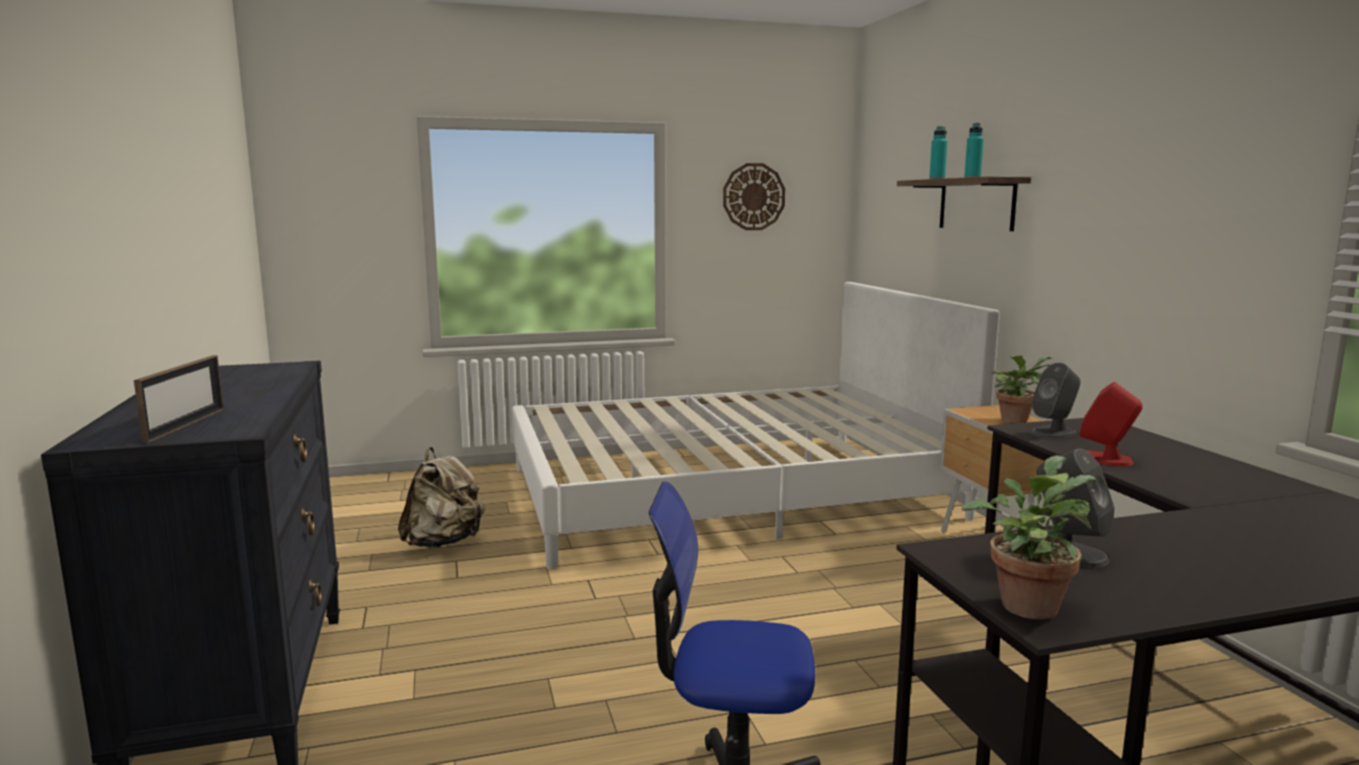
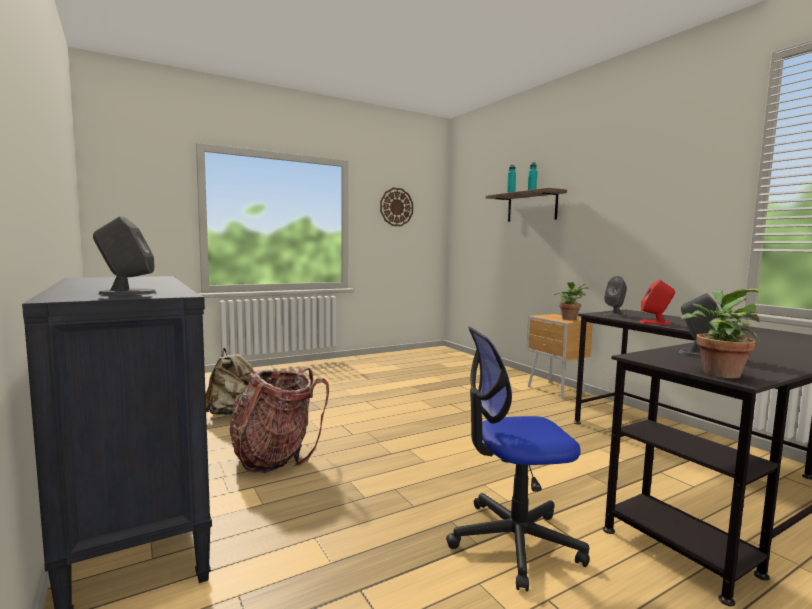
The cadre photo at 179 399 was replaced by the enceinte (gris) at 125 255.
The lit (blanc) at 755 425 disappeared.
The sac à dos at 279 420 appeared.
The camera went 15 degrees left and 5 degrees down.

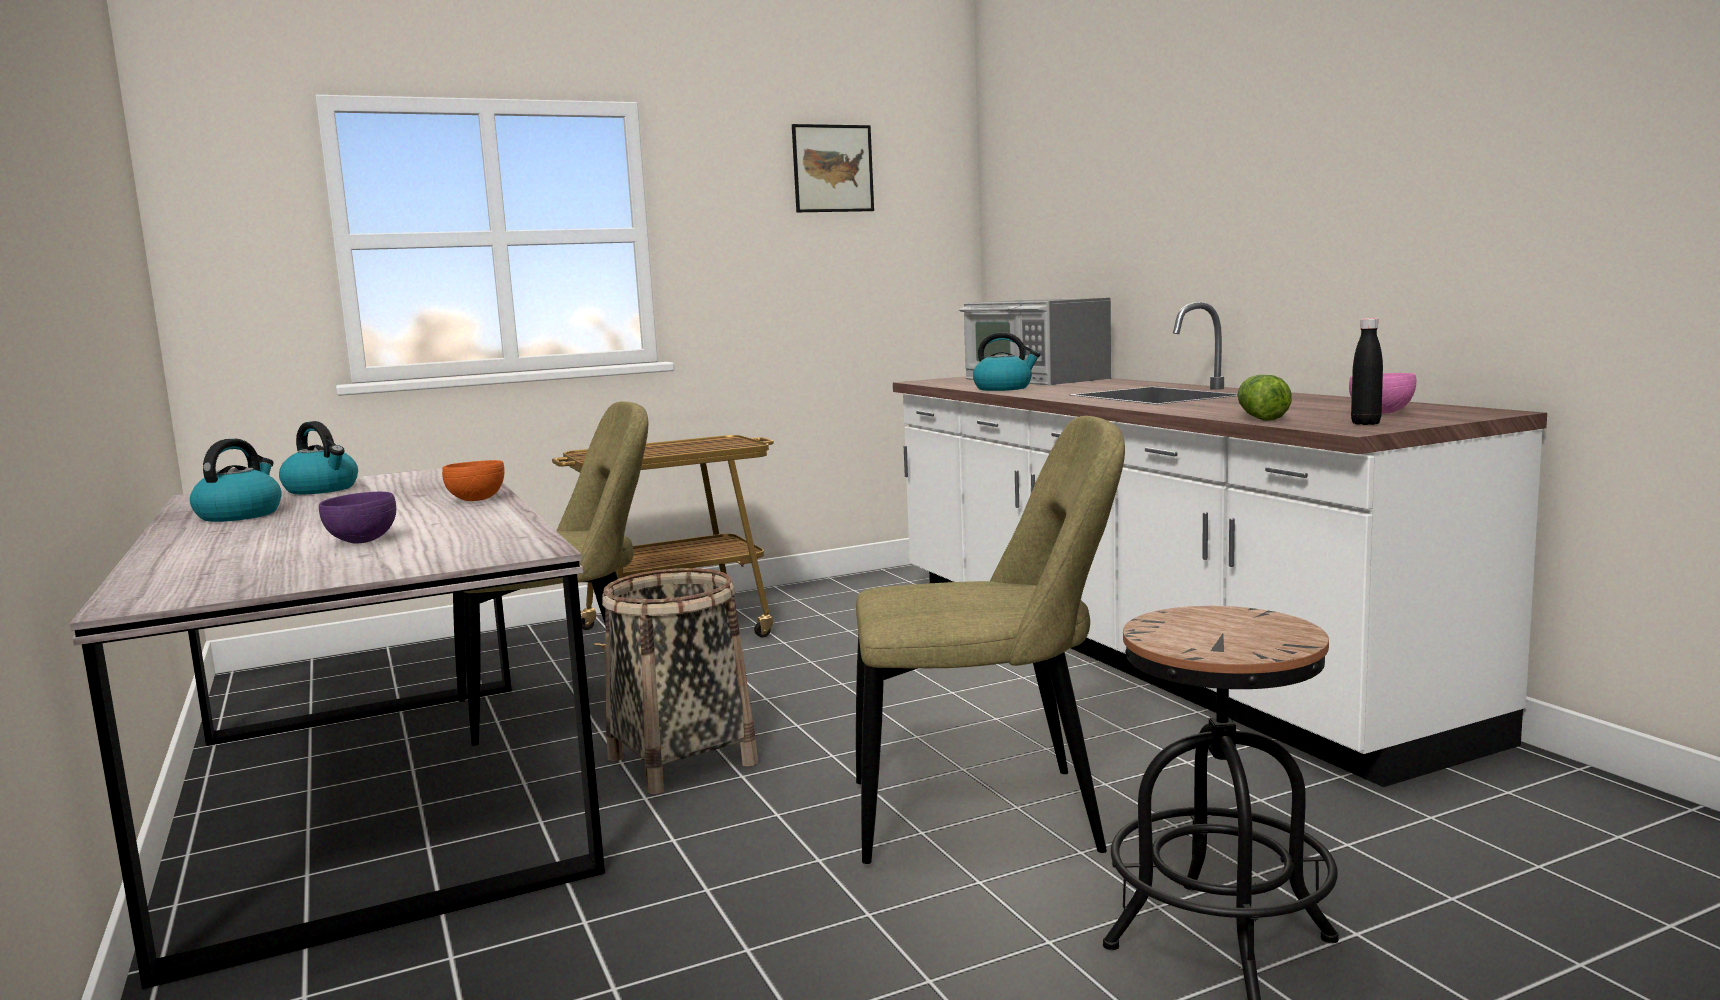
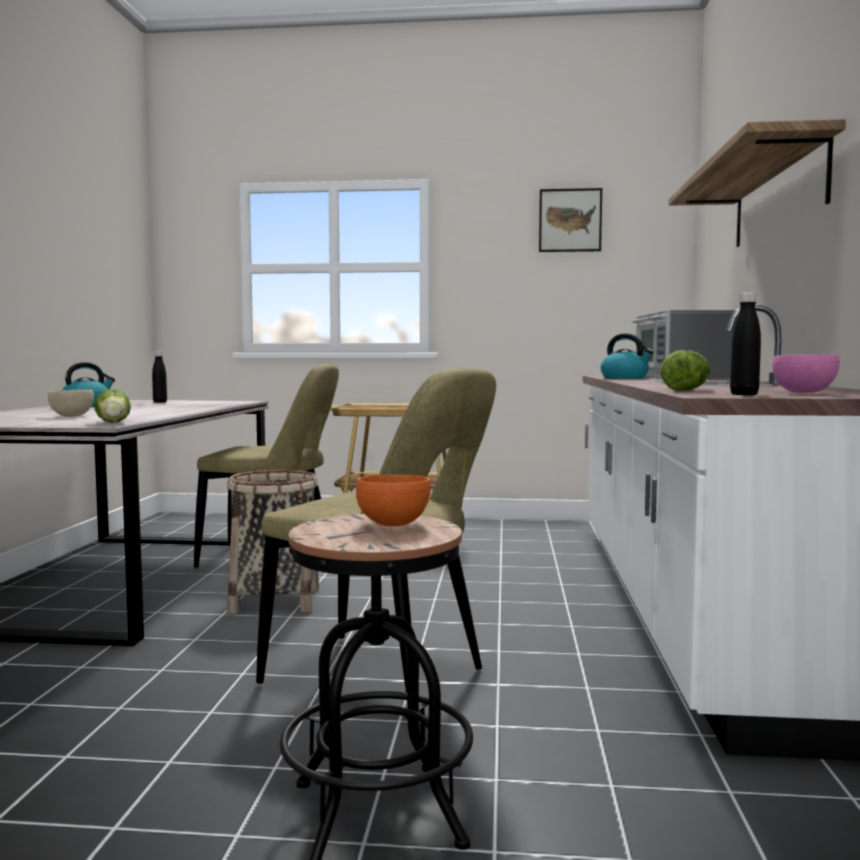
The bouilloire at 318 457 was replaced by the bouteille (noir) at 159 377.
The bol (violet) at 357 518 became the bol (beige) at 71 403.
The bol (orange) moved from 473 480 to 393 500.
The laitue at 112 406 appeared.
The étagère at 757 183 appeared.
The camera went 30 degrees right and 5 degrees down.

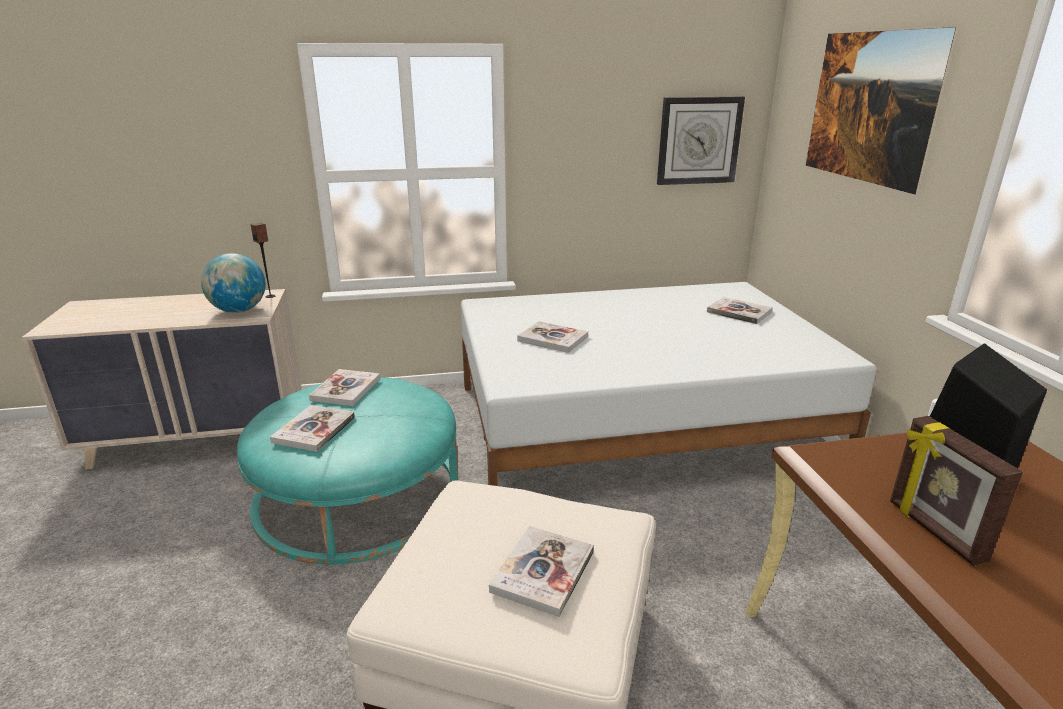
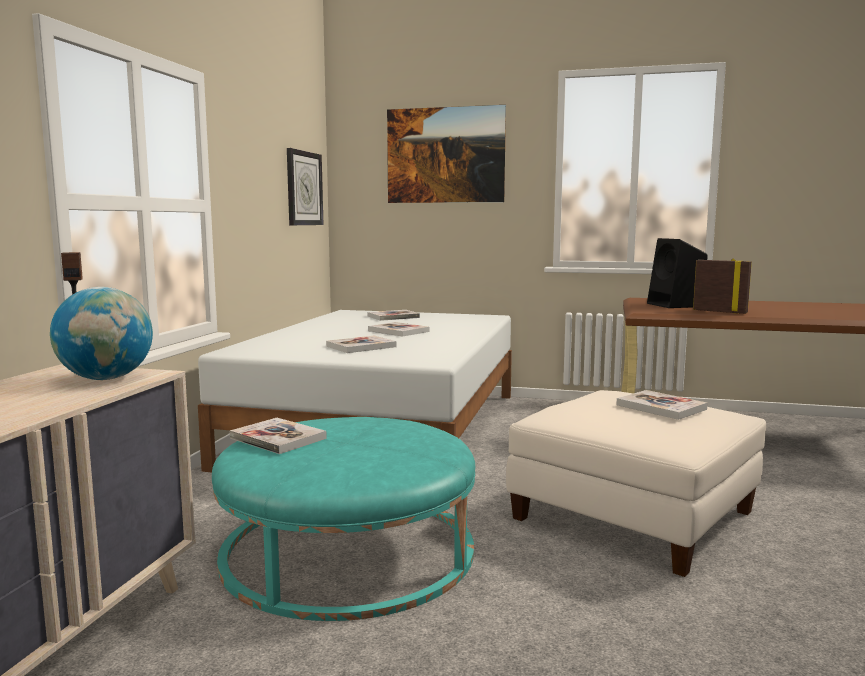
The livre moved from 312 428 to 399 329.
The cadre photo at 956 491 turned 150 degrees counterclockwise.
The camera went 65 degrees left and 15 degrees down.

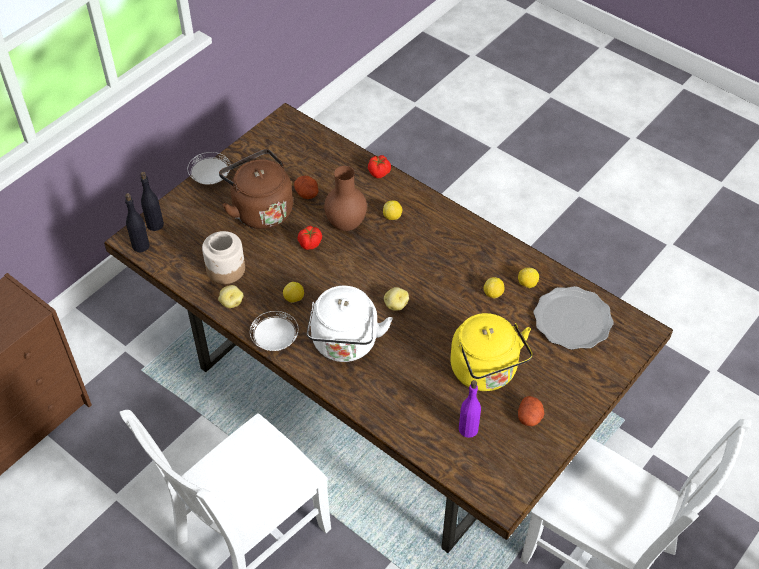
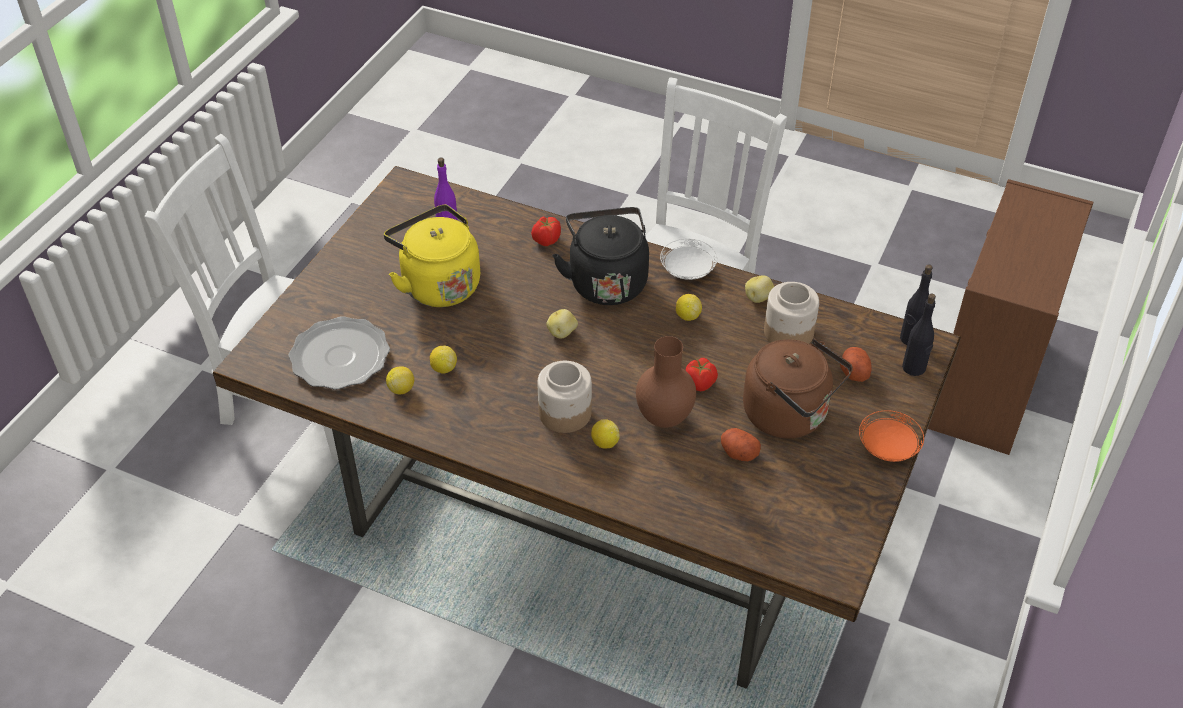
The assiette (blanc) at 209 168 became the assiette (orange) at 891 436.
The bouilloire (blanc) at 350 324 became the bouilloire (noir) at 601 256.
The tomate moved from 379 166 to 546 231.
The pomme de terre moved from 531 411 to 855 364.
The bocal at 564 397 appeared.
The camera went 165 degrees right and 5 degrees down.

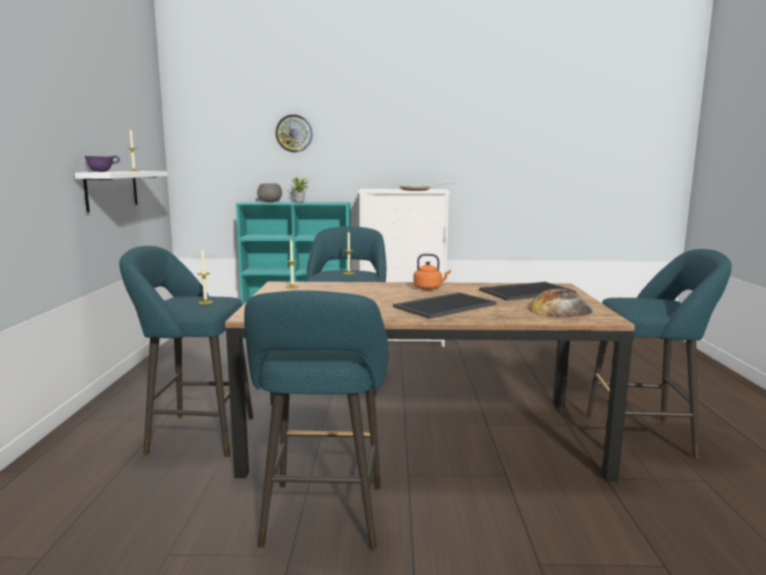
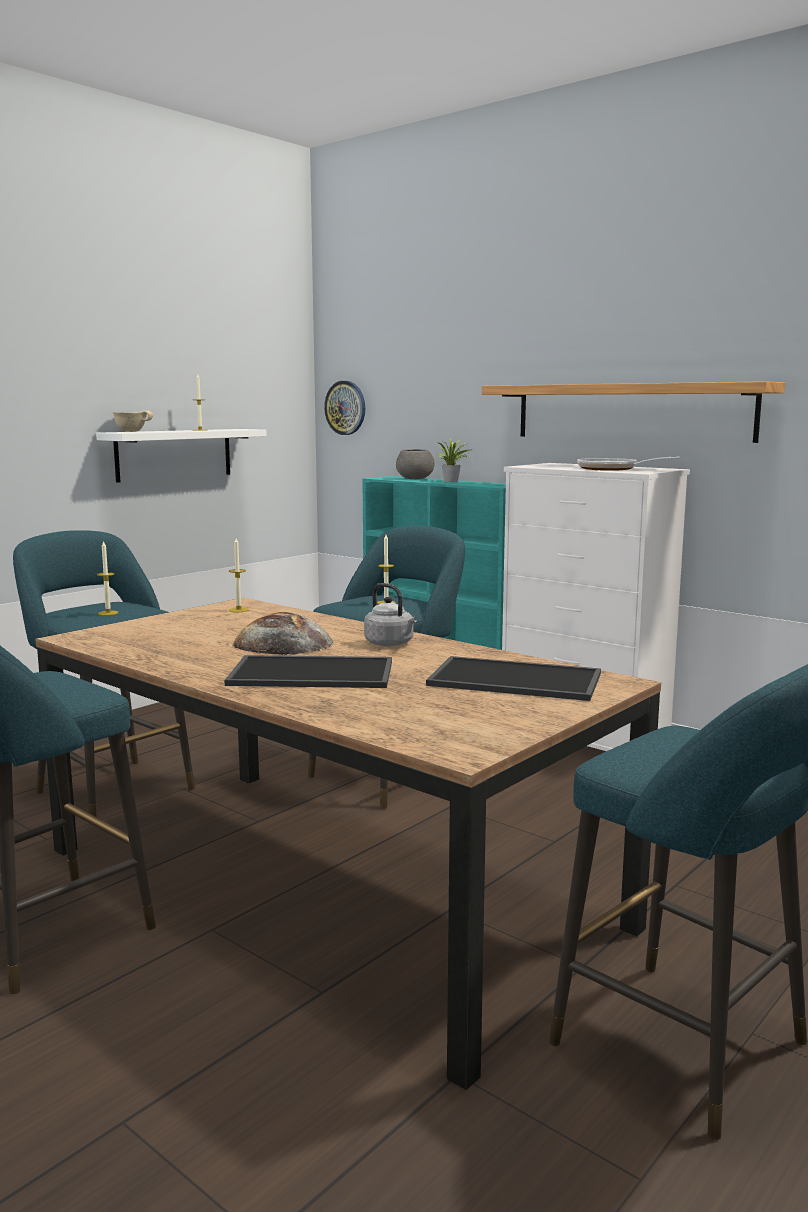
The bol (violet) at 102 163 became the bol (beige) at 133 421.
The horloge murale moved from 293 133 to 344 408.
The bouilloire (orange) at 432 272 became the bouilloire (gris) at 390 614.
The pain moved from 559 303 to 283 633.
The étagère at 633 412 appeared.
The camera went 40 degrees right and 0 degrees up.

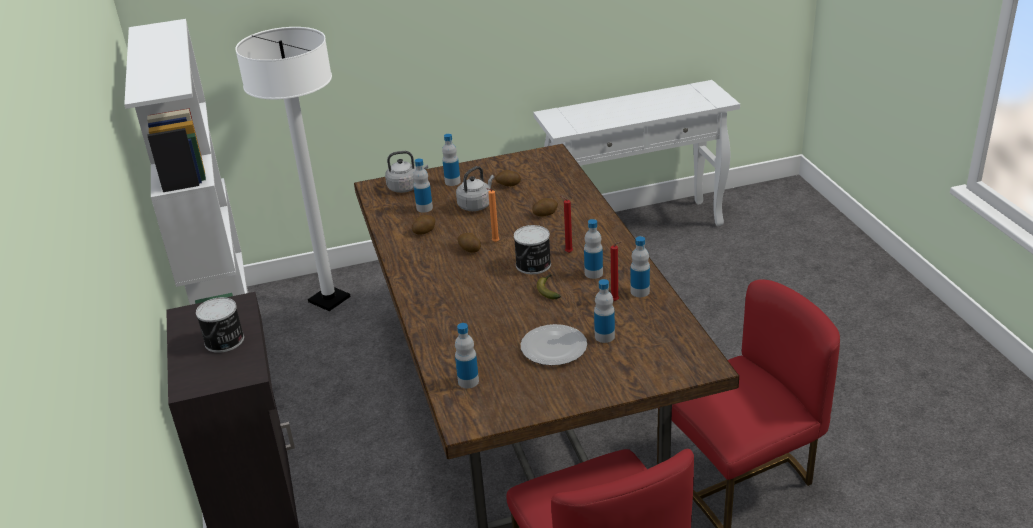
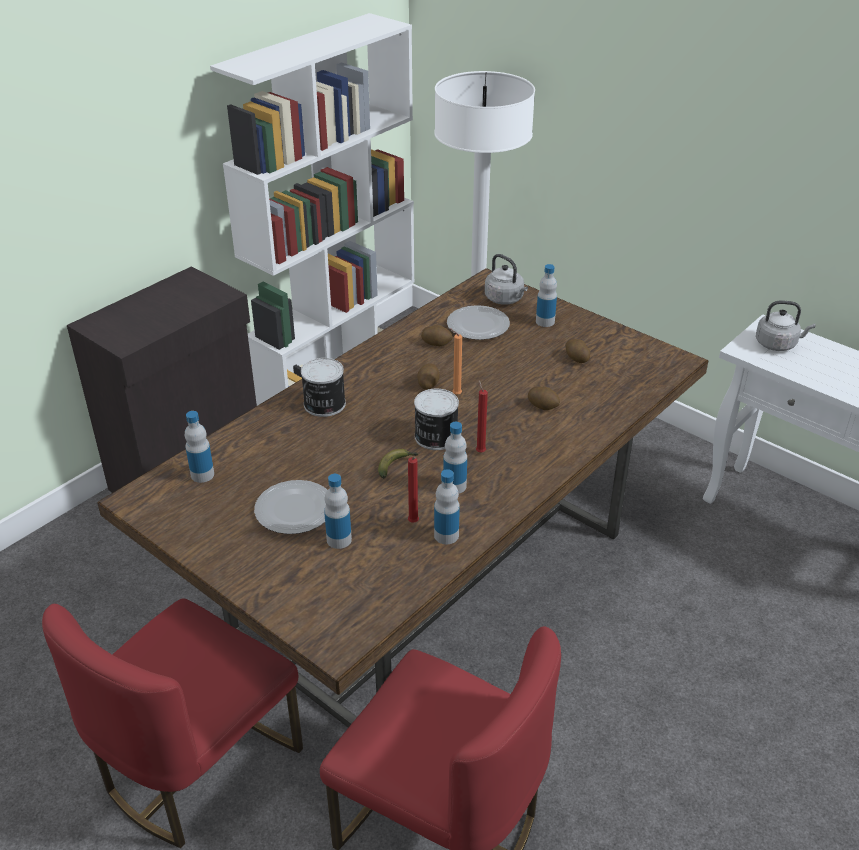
The boîte métallique moved from 220 325 to 323 387.
The bouteille at 423 185 was replaced by the assiette at 478 322.
The bouilloire (gris) moved from 475 188 to 786 326.
The camera went 55 degrees right and 5 degrees up.

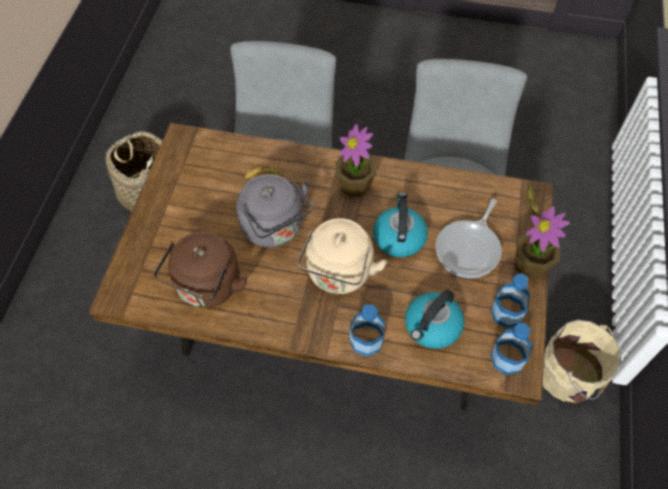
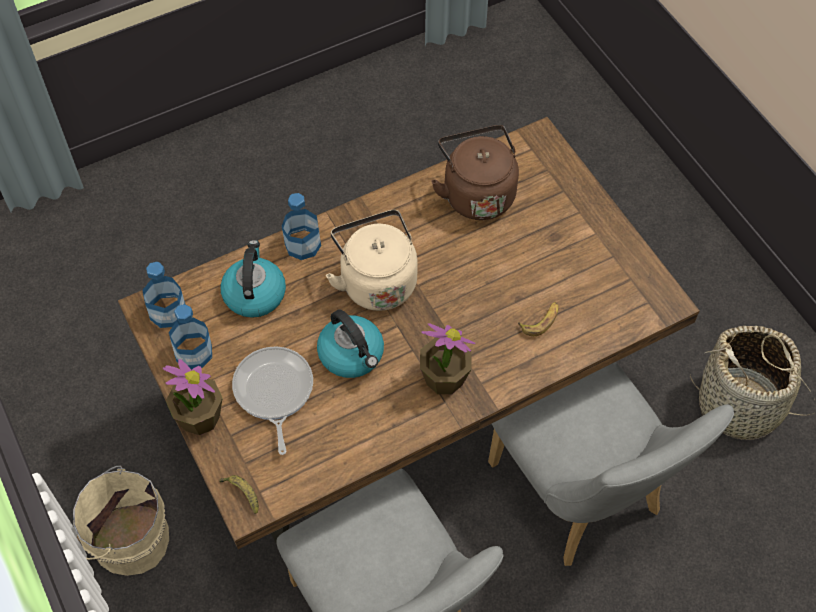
The bouilloire (gris) at 274 211 disappeared.
The camera went 140 degrees right and 0 degrees up.

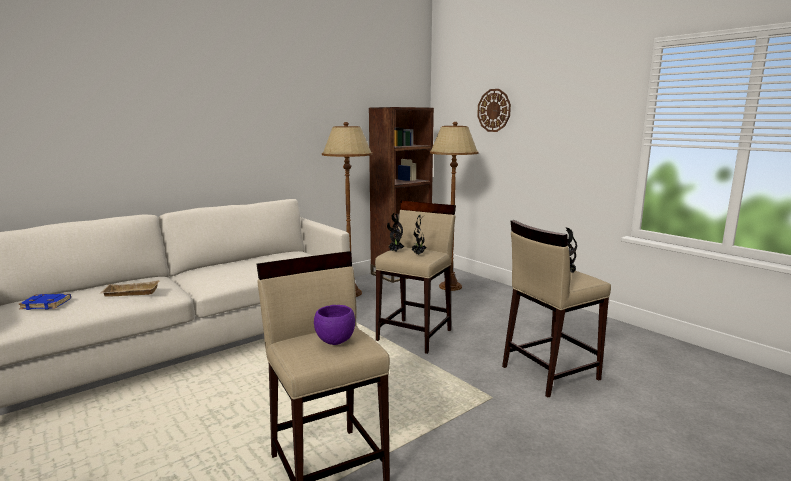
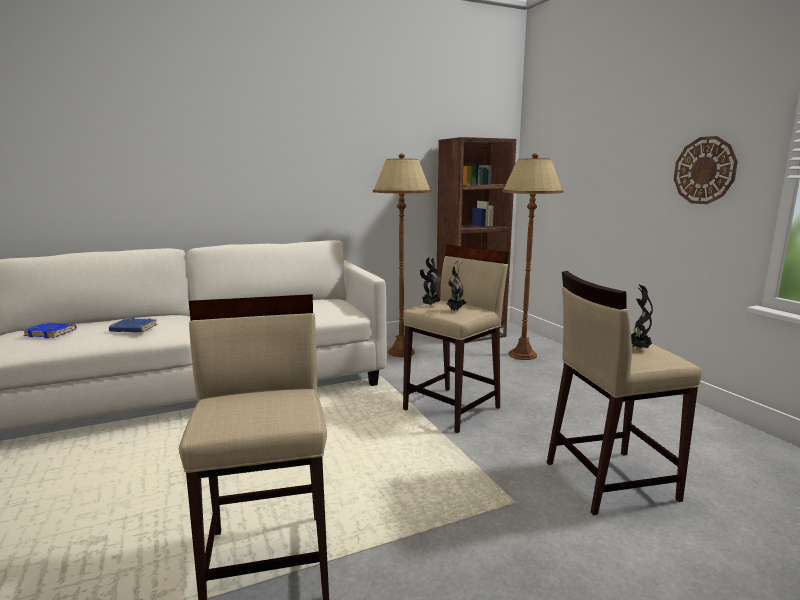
The plateau (beige) at 130 288 was replaced by the livre (bleu) at 133 325.
The bol (violet) at 334 325 disappeared.
The horloge murale moved from 494 110 to 706 170.
The camera went 15 degrees right and 0 degrees up.

